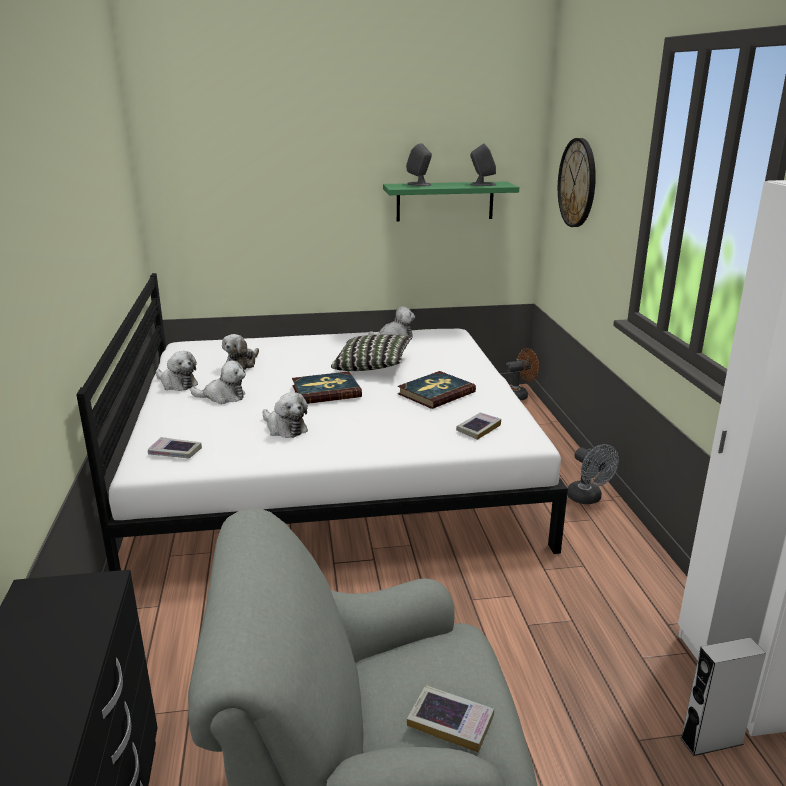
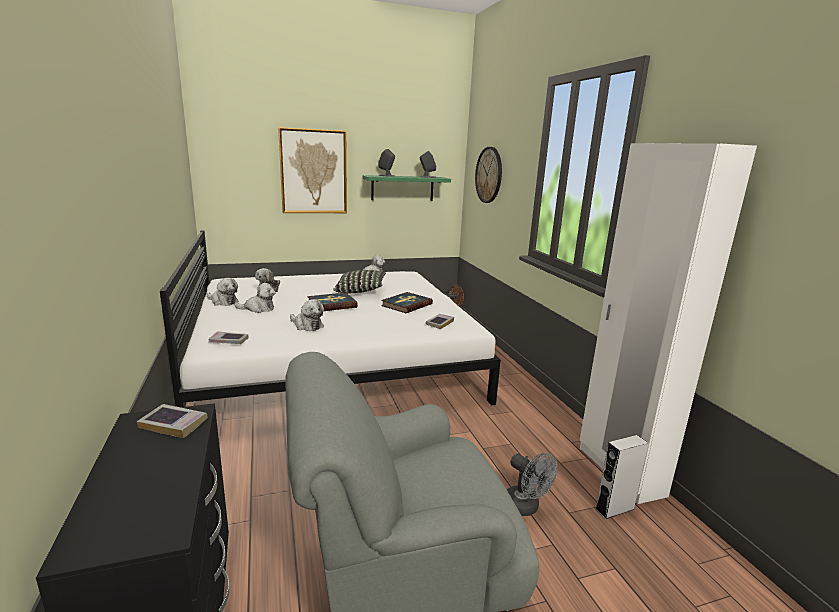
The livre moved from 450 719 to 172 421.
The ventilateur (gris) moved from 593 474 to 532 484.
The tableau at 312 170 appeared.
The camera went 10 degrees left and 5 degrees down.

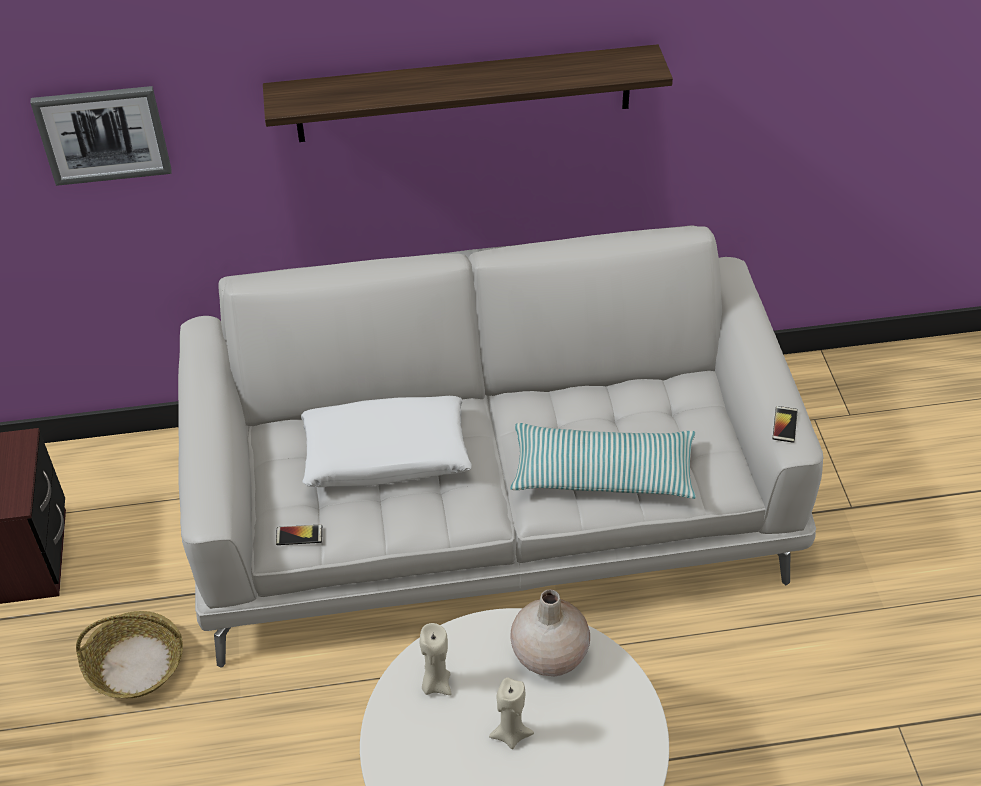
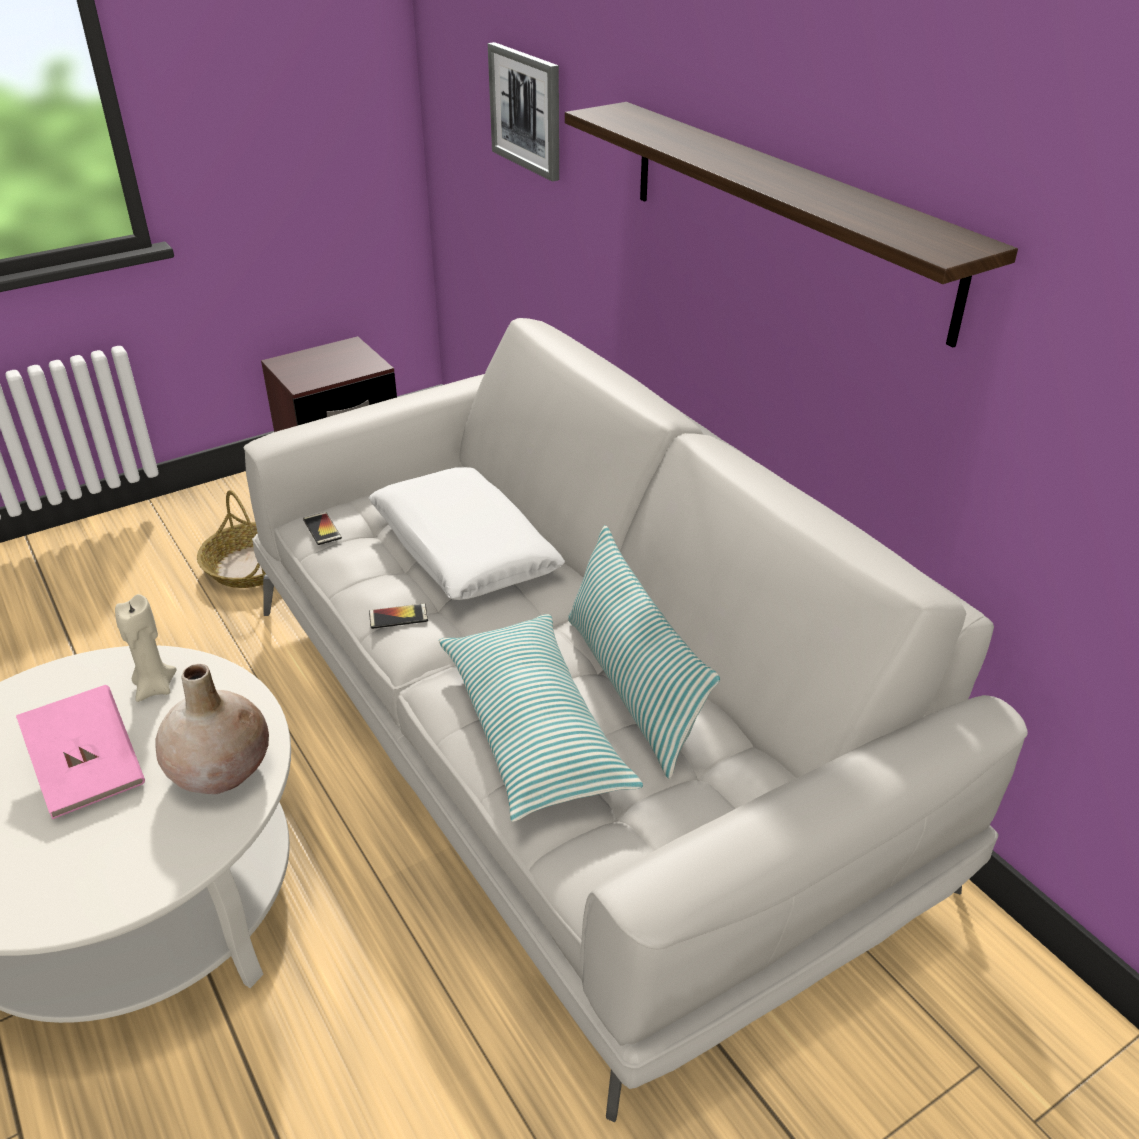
The bougie (beige) at 511 713 was replaced by the livre (rose) at 80 752.
The téléphone moved from 785 424 to 398 616.
The coussin at 644 652 appeared.
The camera went 65 degrees right and 10 degrees down.

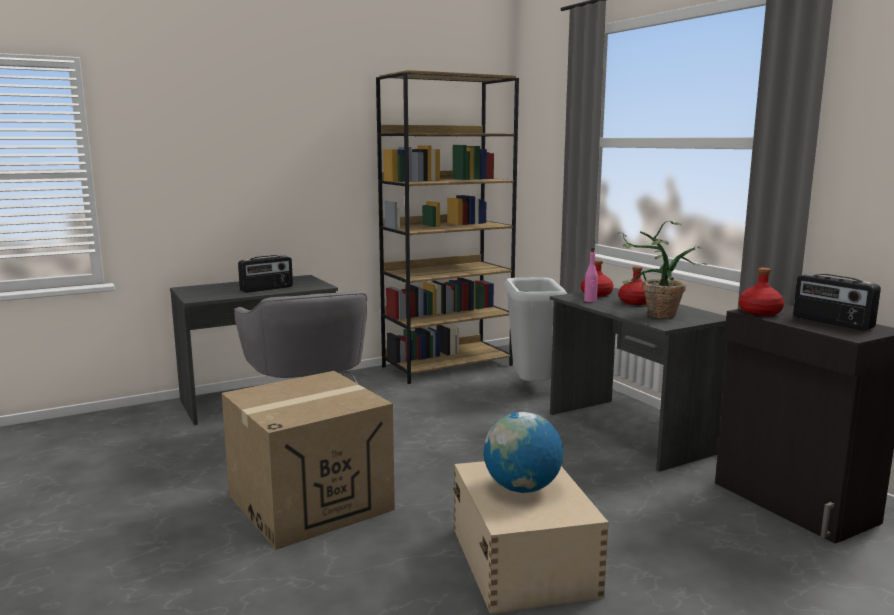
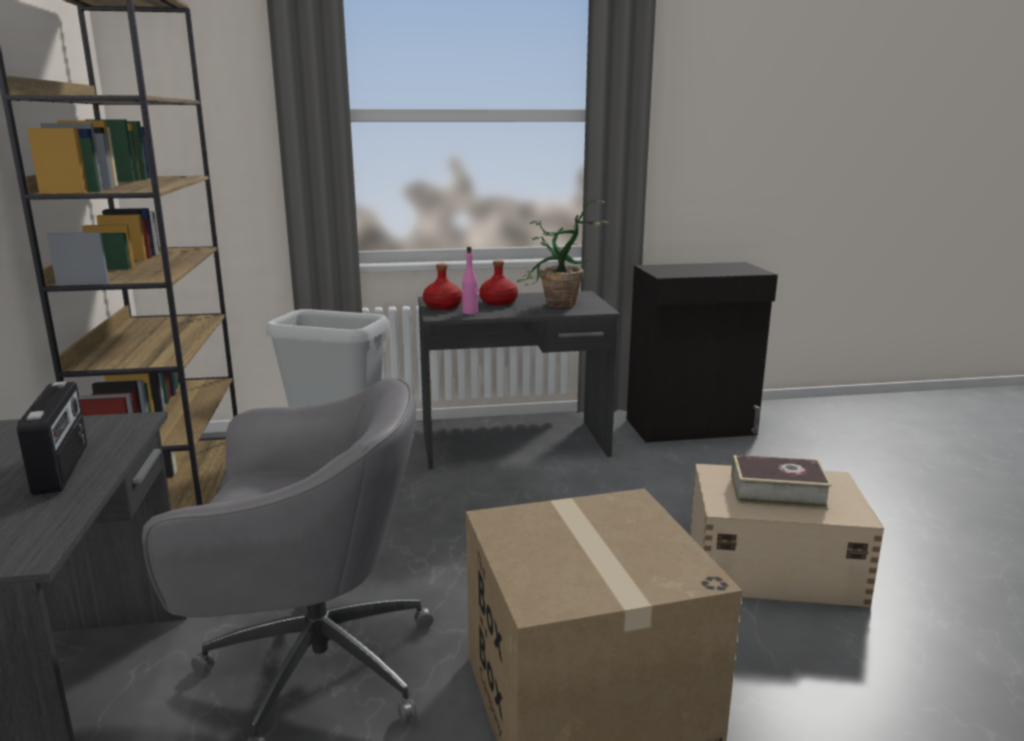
The globe at 523 452 was replaced by the livre at 781 482.
The bouteille (rouge) at 761 292 disappeared.
The radio at 837 302 disappeared.
The camera went 70 degrees left and 5 degrees up.

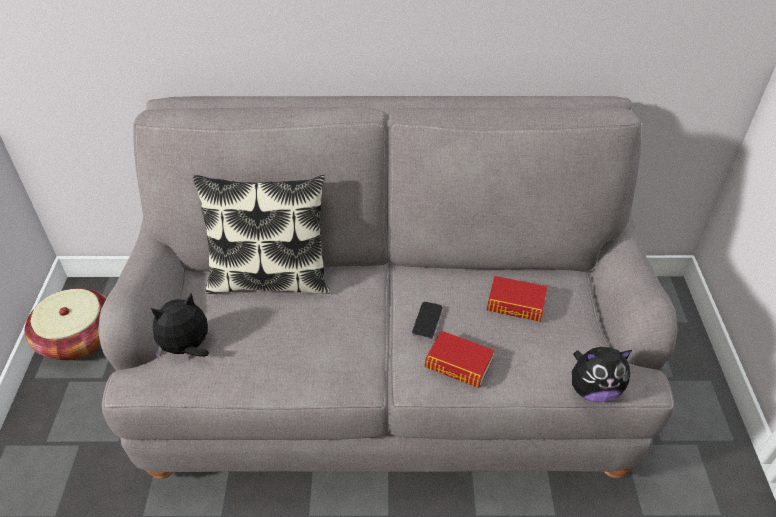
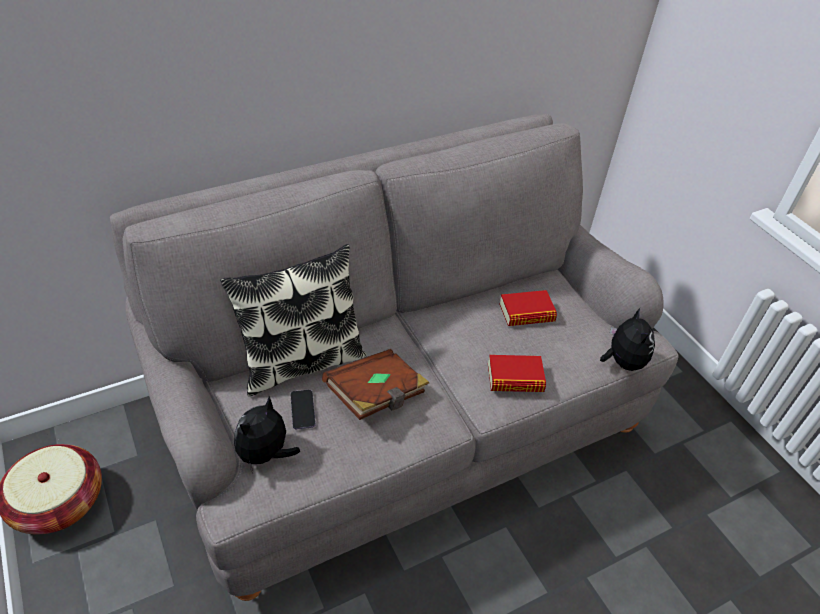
The téléphone moved from 427 320 to 303 409.
The peluche at 602 375 turned 60 degrees counterclockwise.
The livre (marron) at 375 384 appeared.
The camera went 30 degrees left and 0 degrees up.

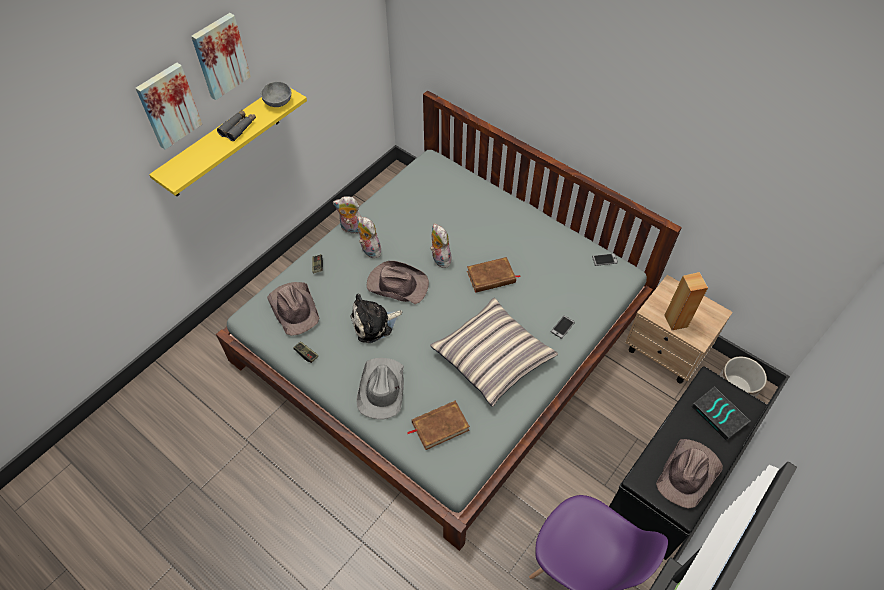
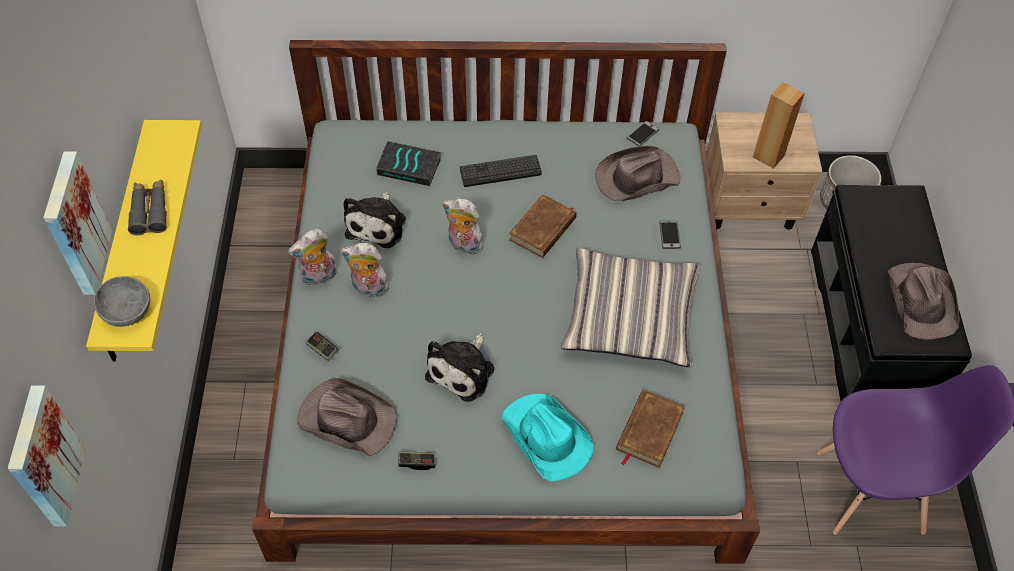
The tableau moved from 221 56 to 47 456.
The bol (gris) moved from 276 94 to 122 301.
The chapeau (gris) at 380 388 became the chapeau (turquoise) at 548 438.
The chapeau (marron) moved from 398 282 to 637 173.
The livre moved from 721 413 to 408 163.
The peluche at 374 220 appeared.
The clavier at 501 171 appeared.
The camera went 40 degrees left and 0 degrees up.

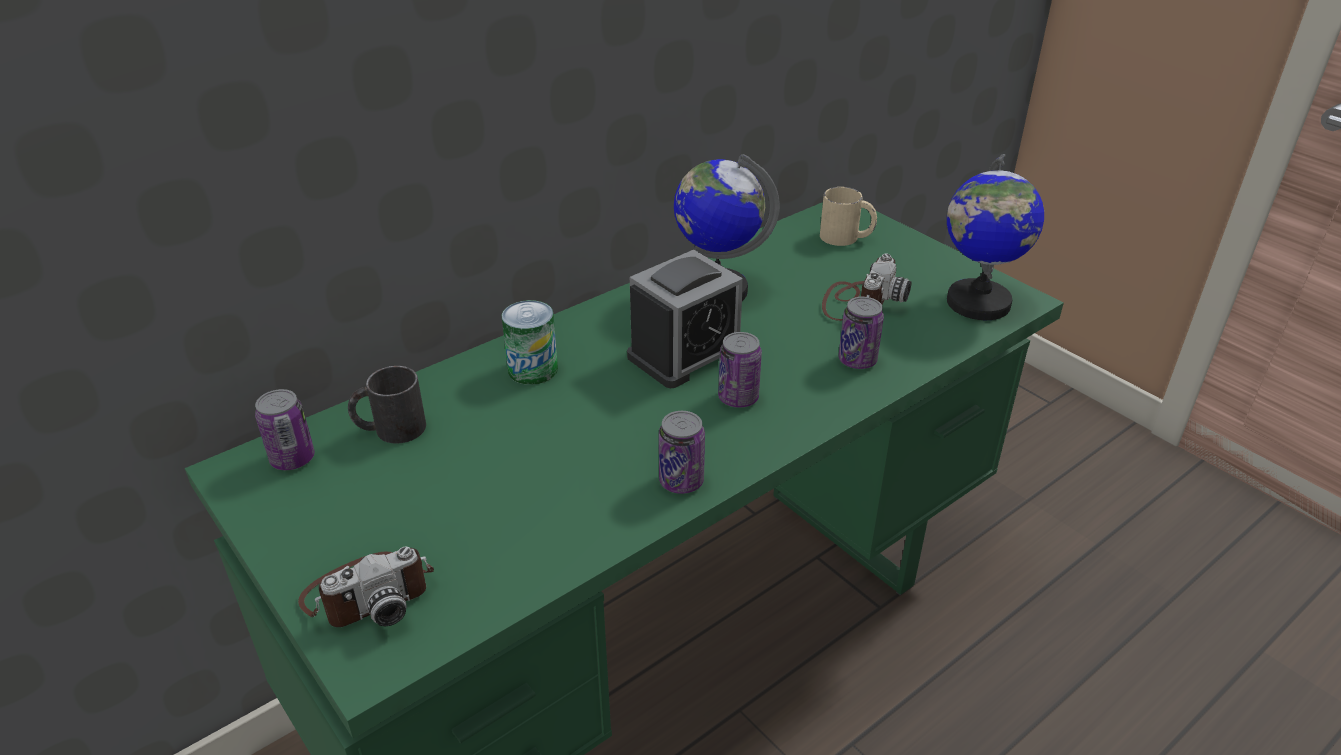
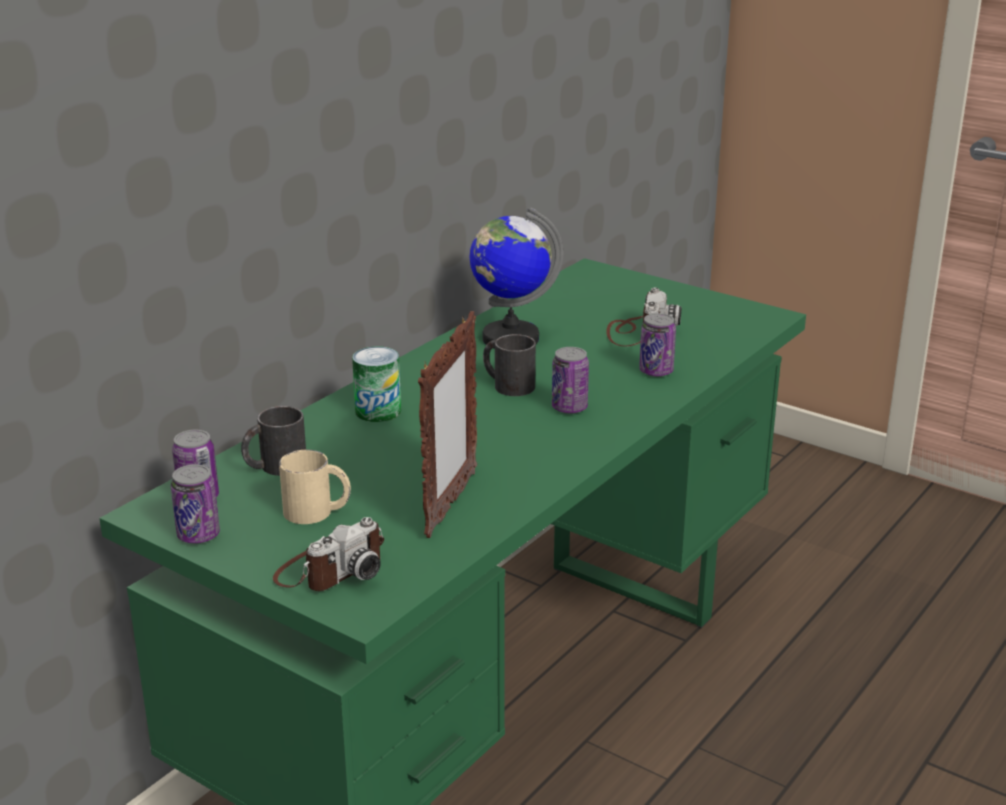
The réveil at 685 319 was replaced by the mug (noir) at 509 365.
The boîte métallique moved from 682 452 to 195 504.
The mug (beige) moved from 848 216 to 315 487.
The globe at 995 237 disappeared.
The cadre photo at 447 424 appeared.
The camera went 15 degrees left and 10 degrees down.

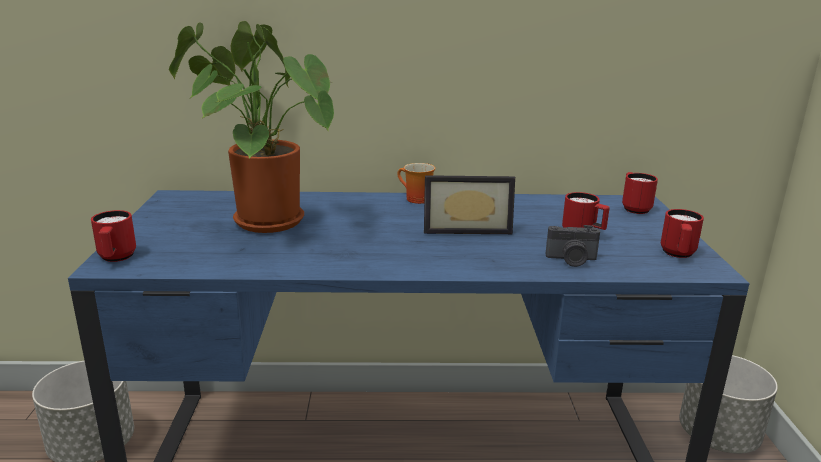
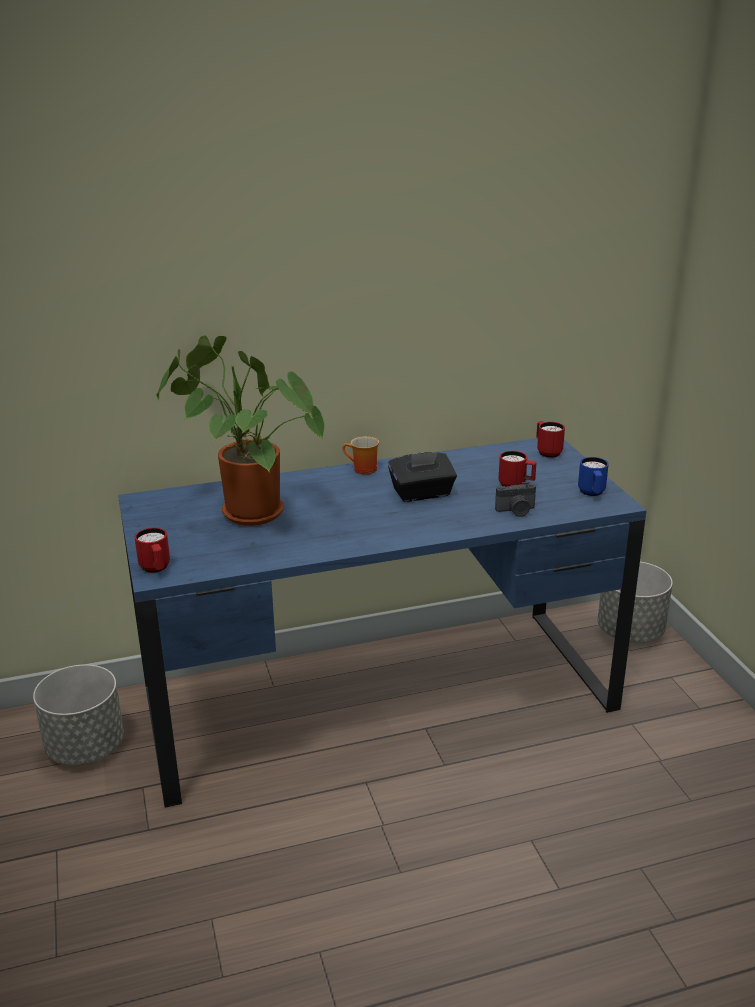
The cadre photo at 469 204 was replaced by the boîte à mouchoirs (noir) at 422 477.
The mug (rouge) at 682 233 became the mug (bleu) at 593 476.
The camera went 15 degrees left and 5 degrees up.

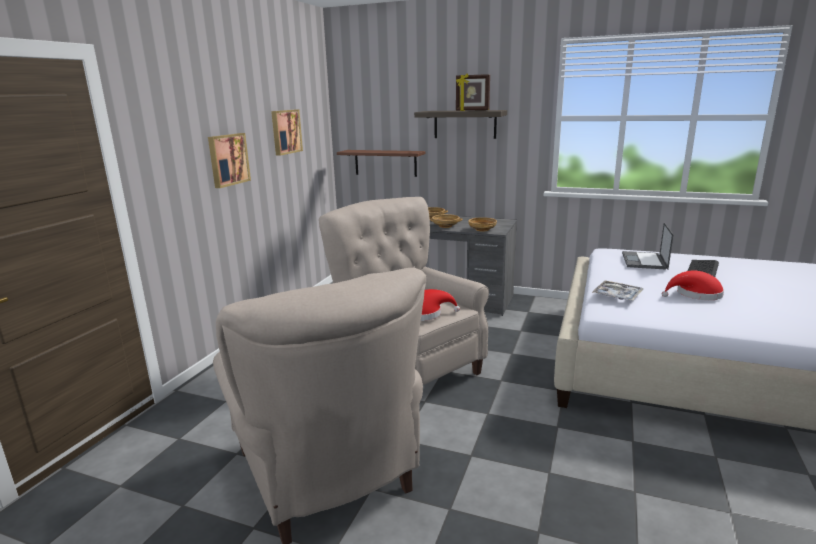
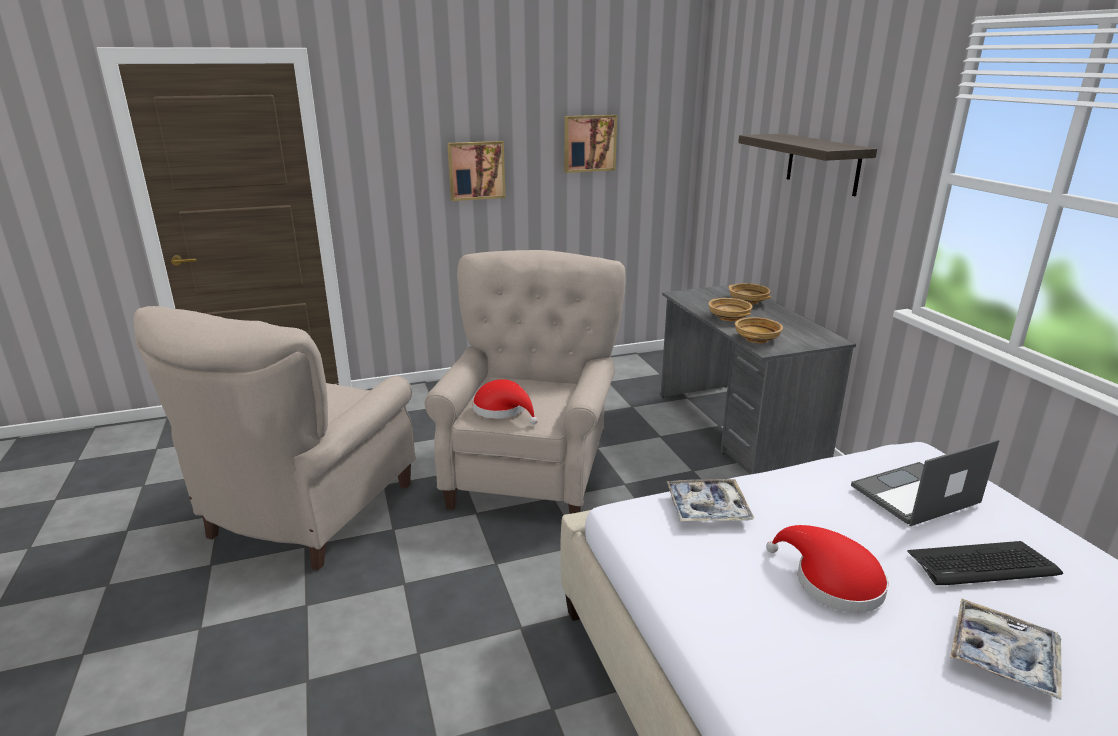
The étagère (marron) at 381 163 disappeared.
The cadre photo at 473 92 disappeared.
The plateau at 1006 649 appeared.
The camera went 50 degrees right and 5 degrees up.

